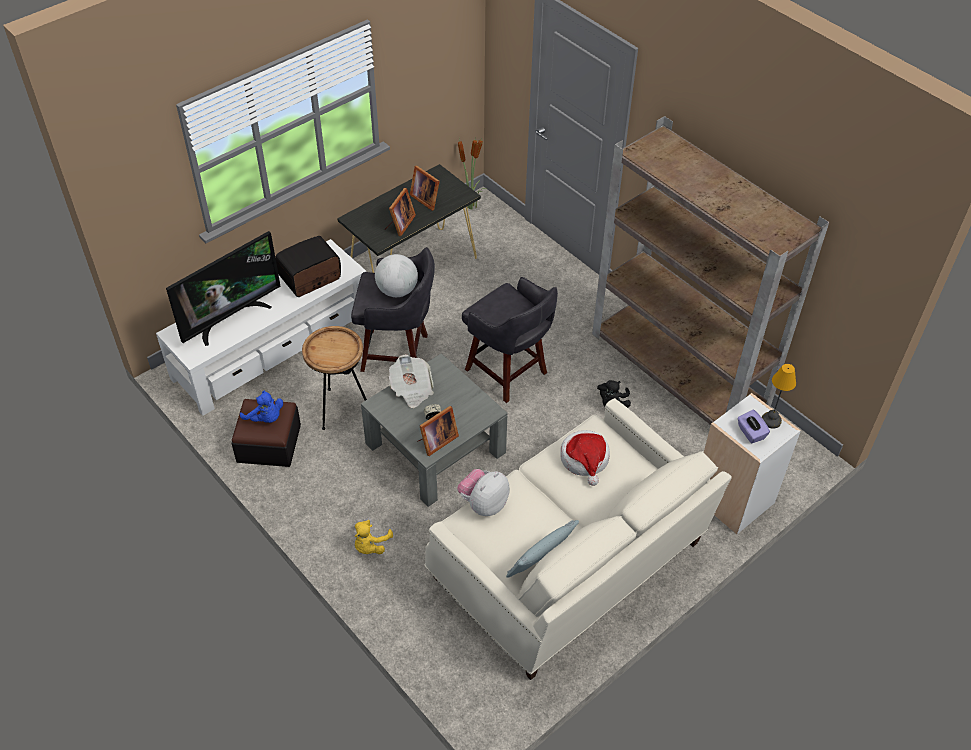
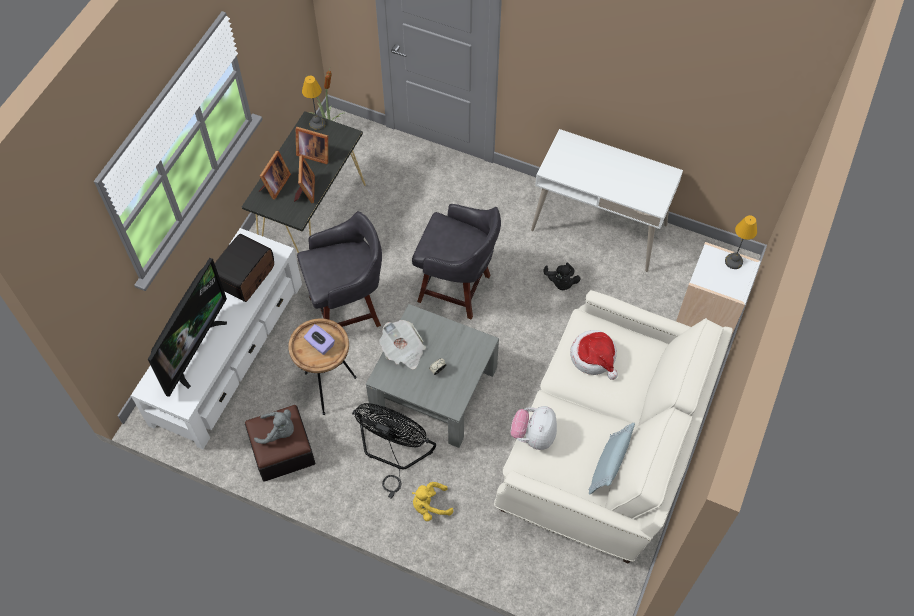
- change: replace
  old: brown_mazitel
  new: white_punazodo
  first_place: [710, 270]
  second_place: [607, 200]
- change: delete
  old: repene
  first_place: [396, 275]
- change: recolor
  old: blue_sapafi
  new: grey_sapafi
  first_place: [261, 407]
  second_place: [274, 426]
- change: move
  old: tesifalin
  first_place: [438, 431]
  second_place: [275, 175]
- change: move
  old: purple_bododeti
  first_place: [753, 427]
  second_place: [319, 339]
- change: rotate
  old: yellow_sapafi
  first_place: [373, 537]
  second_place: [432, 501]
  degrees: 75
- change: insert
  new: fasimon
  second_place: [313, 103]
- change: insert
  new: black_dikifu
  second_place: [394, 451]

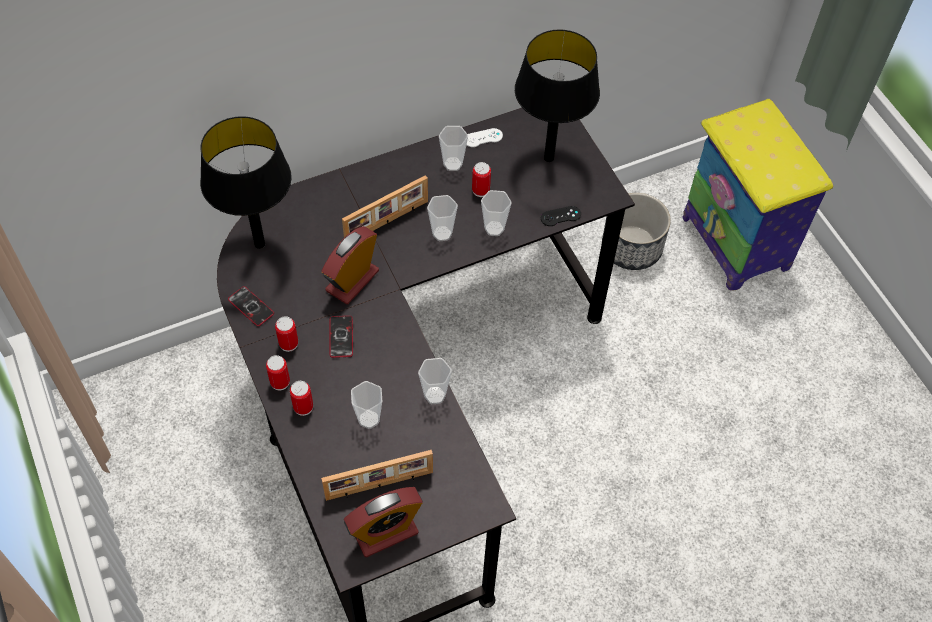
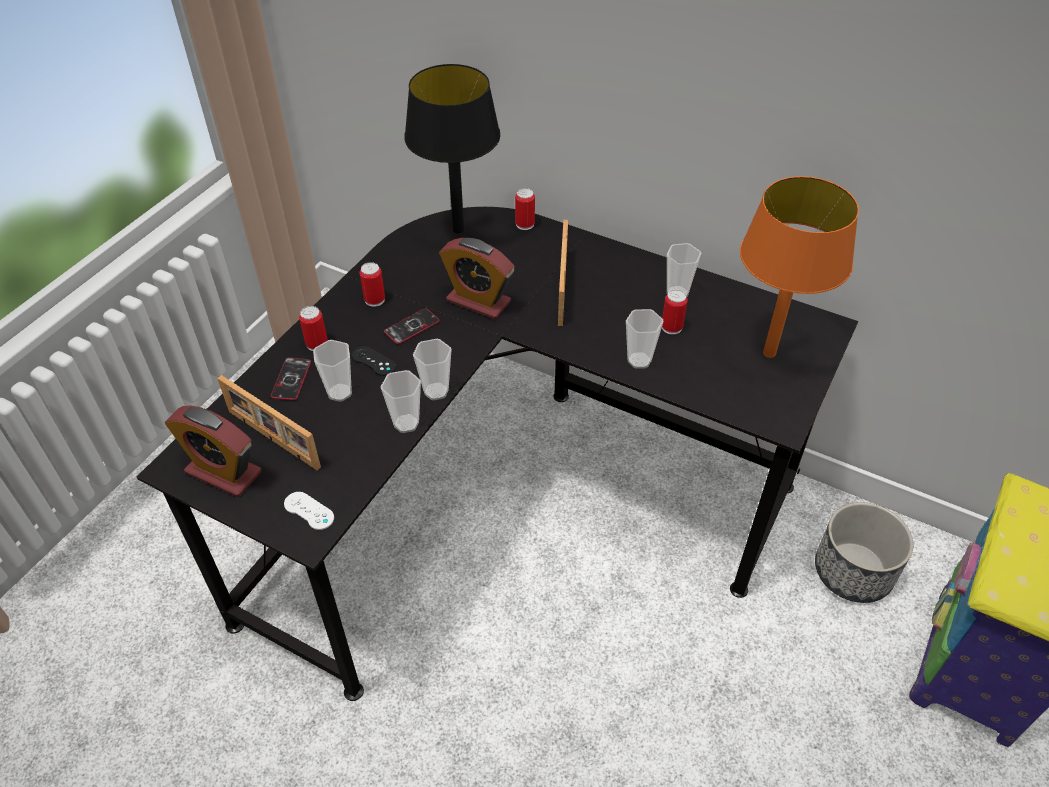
- change: recolor
  old: black_fasimon
  new: orange_fasimon
  first_place: [557, 95]
  second_place: [799, 267]
- change: move
  old: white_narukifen
  first_place: [485, 137]
  second_place: [309, 511]
- change: rotate
  old: tesifalin
  first_place: [385, 206]
  second_place: [564, 273]
  degrees: -105
- change: move
  old: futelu
  first_place: [442, 218]
  second_place: [432, 369]
- change: move
  old: black_narukifen
  first_place: [561, 216]
  second_place: [374, 361]
- change: rotate
  old: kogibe
  first_place: [350, 265]
  second_place: [476, 278]
  degrees: -150
- change: move
  old: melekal
  first_place: [251, 306]
  second_place: [291, 378]
- change: move
  old: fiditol
  first_place: [278, 372]
  second_place: [525, 209]

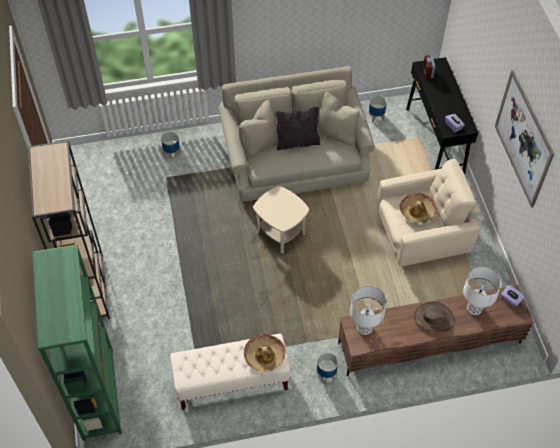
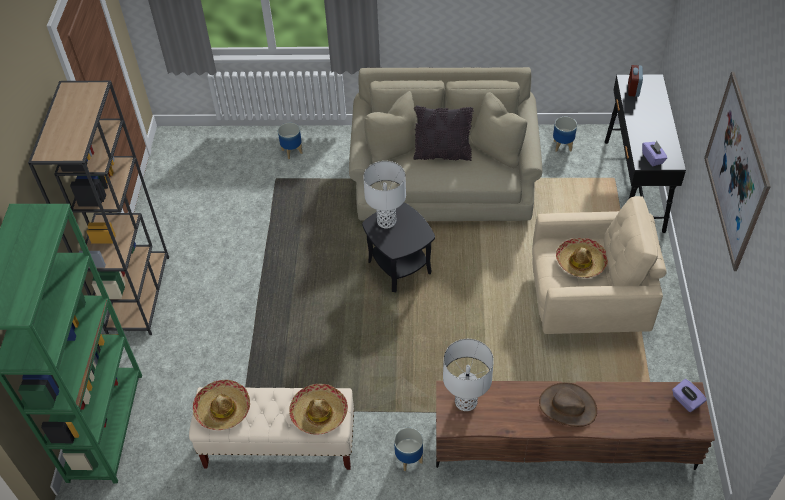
- change: recolor
  old: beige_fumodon
  new: black_fumodon
  first_place: [281, 219]
  second_place: [398, 247]
- change: move
  old: white_fasimon
  first_place: [482, 290]
  second_place: [384, 194]
- change: insert
  new: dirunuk
  second_place: [221, 405]

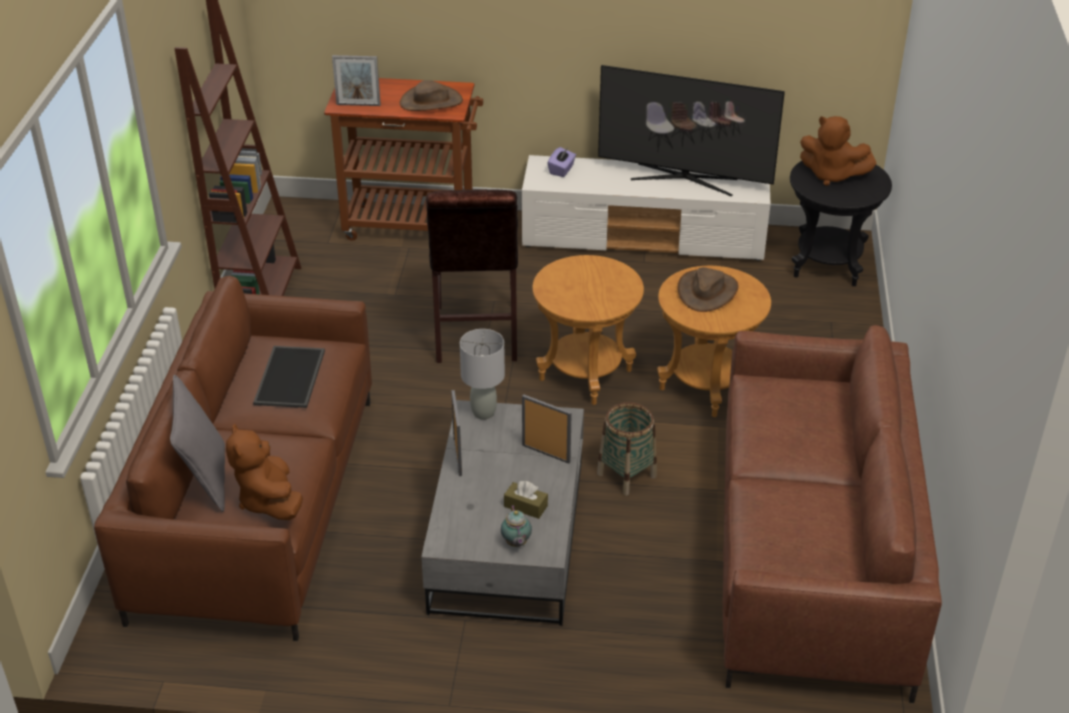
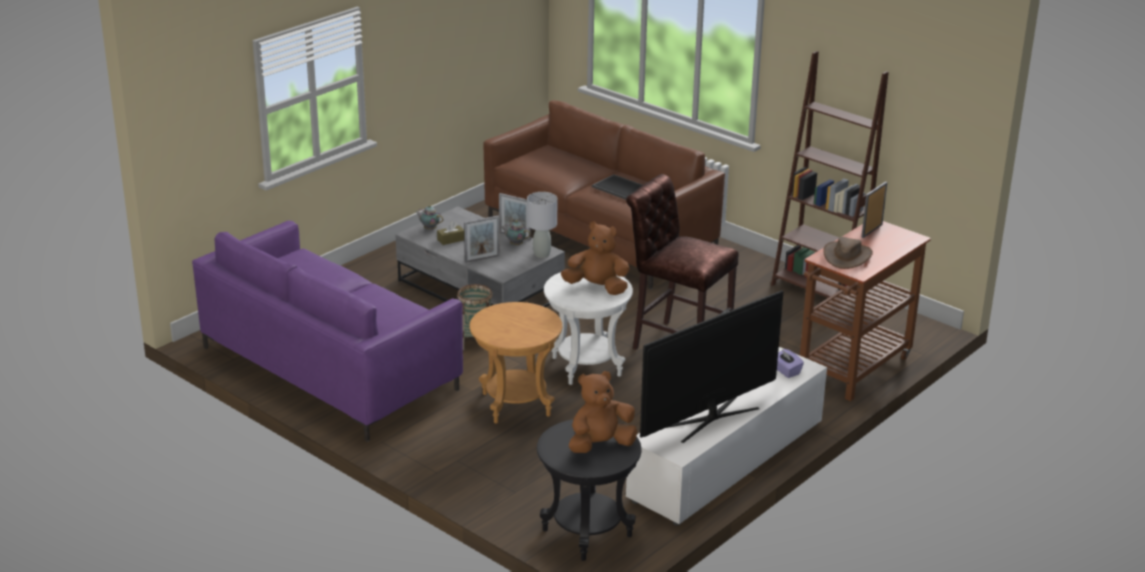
- change: recolor
  old: brown_fumodon
  new: white_fumodon
  first_place: [588, 330]
  second_place: [588, 328]
- change: delete
  old: brown_dirunuk
  first_place: [708, 289]
- change: recolor
  old: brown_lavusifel
  new: purple_lavusifel
  first_place: [832, 514]
  second_place: [327, 331]
- change: delete
  old: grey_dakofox
  first_place: [197, 443]
- change: move
  old: brown_sapafi
  first_place: [264, 472]
  second_place: [595, 258]
- change: insert
  new: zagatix
  second_place: [516, 232]

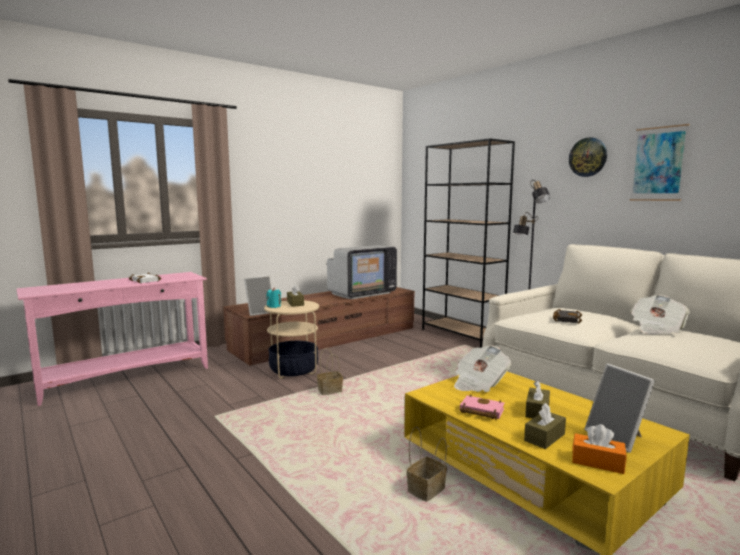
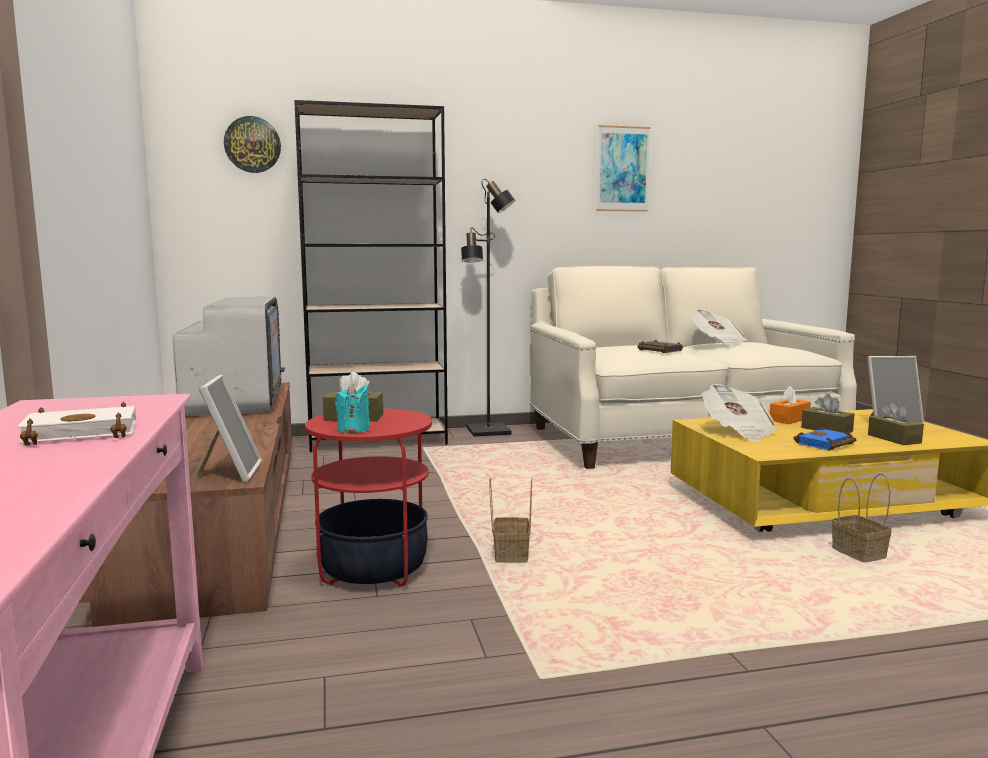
- change: move
  old: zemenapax
  first_place: [588, 157]
  second_place: [252, 144]
- change: recolor
  old: beige_fumodon
  new: red_fumodon
  first_place: [291, 340]
  second_place: [368, 497]
- change: recolor
  old: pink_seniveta
  new: blue_seniveta
  first_place: [482, 407]
  second_place: [825, 439]
- change: move
  old: orange_bododeti
  first_place: [599, 449]
  second_place: [790, 405]

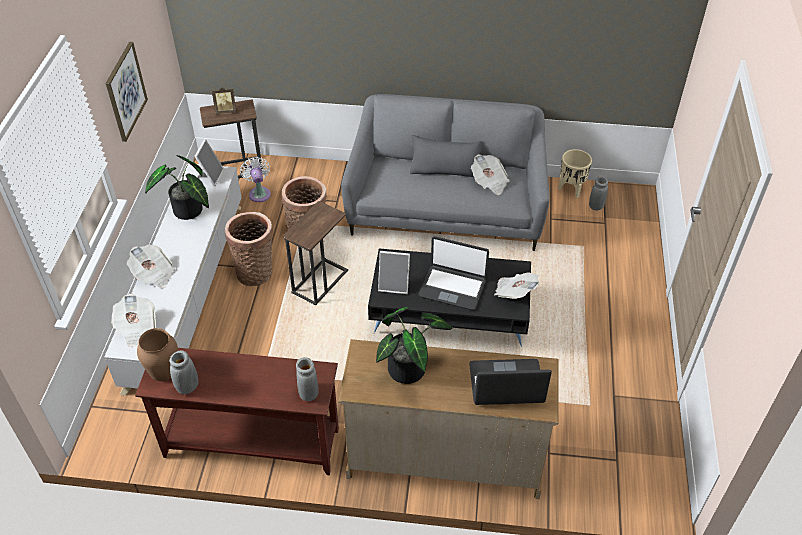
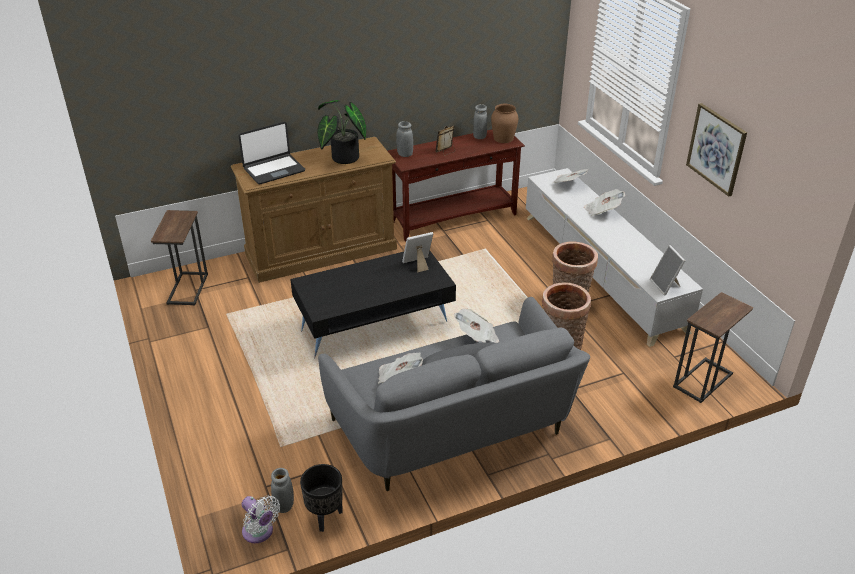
- change: move
  old: tesifalin
  first_place: [224, 100]
  second_place: [445, 141]
- change: recolor
  old: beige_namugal
  new: black_namugal
  first_place: [575, 173]
  second_place: [321, 498]
- change: delete
  old: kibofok
  first_place: [177, 187]
- change: move
  old: white_dikifu
  first_place: [255, 179]
  second_place: [261, 519]
- change: move
  old: brown_fumodon
  first_place: [315, 253]
  second_place: [179, 258]
- change: delete
  old: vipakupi
  first_place: [454, 273]
- change: move
  old: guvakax
  first_place: [516, 285]
  second_place: [477, 326]

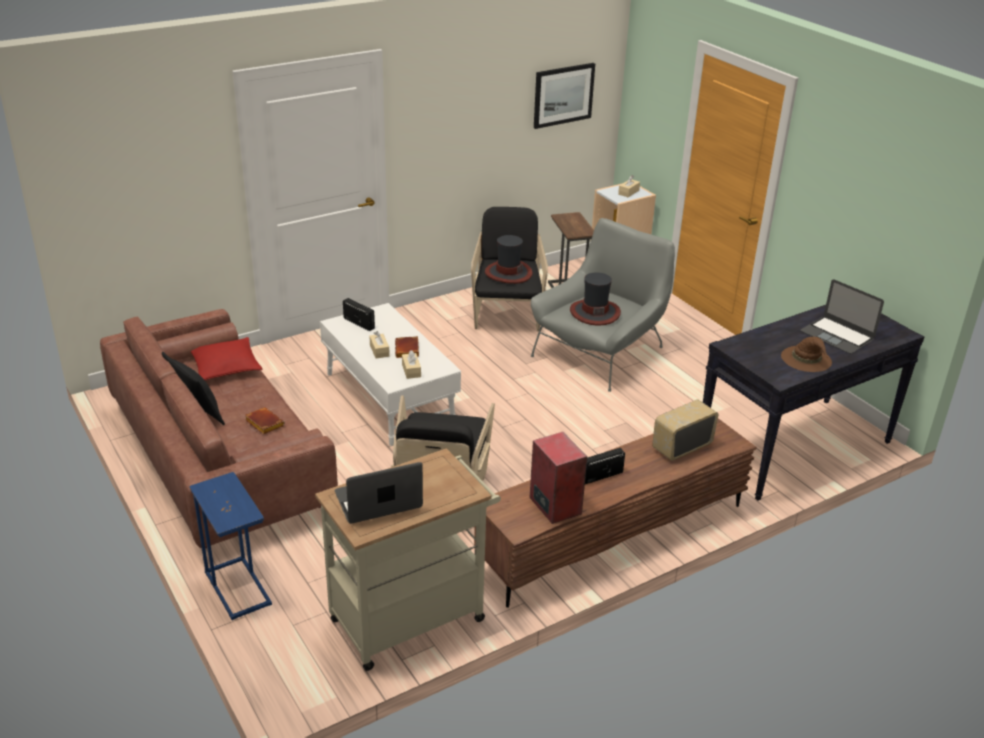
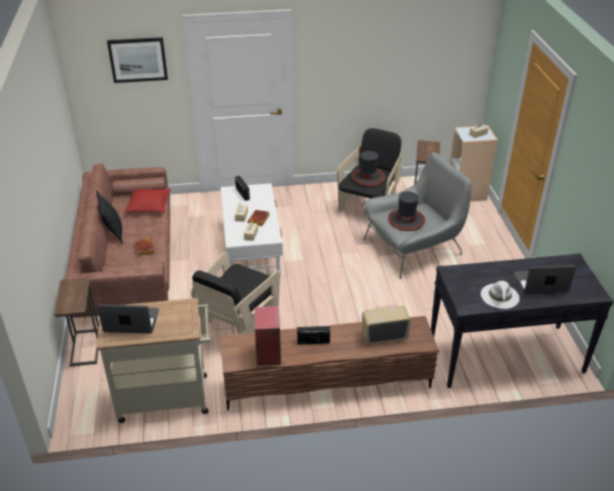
- change: move
  old: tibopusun
  first_place: [564, 96]
  second_place: [137, 60]
- change: rotate
  old: vipakupi
  first_place: [842, 316]
  second_place: [545, 279]
  degrees: 105
- change: recolor
  old: brown_dirunuk
  new: white_dirunuk
  first_place: [806, 354]
  second_place: [500, 295]
- change: recolor
  old: blue_fumodon
  new: brown_fumodon
  first_place: [230, 546]
  second_place: [76, 322]

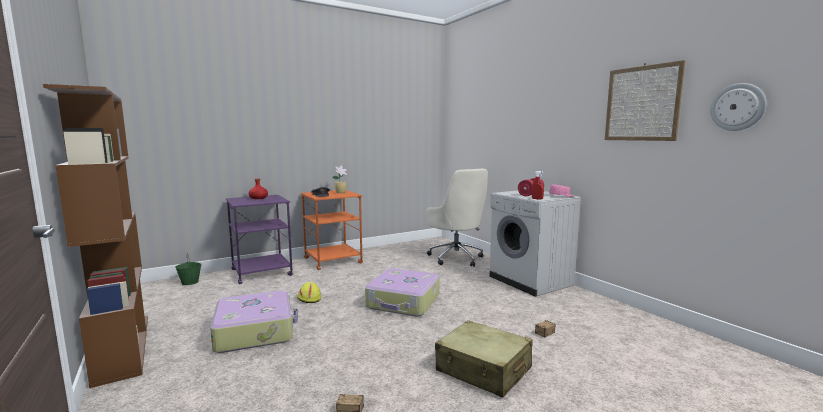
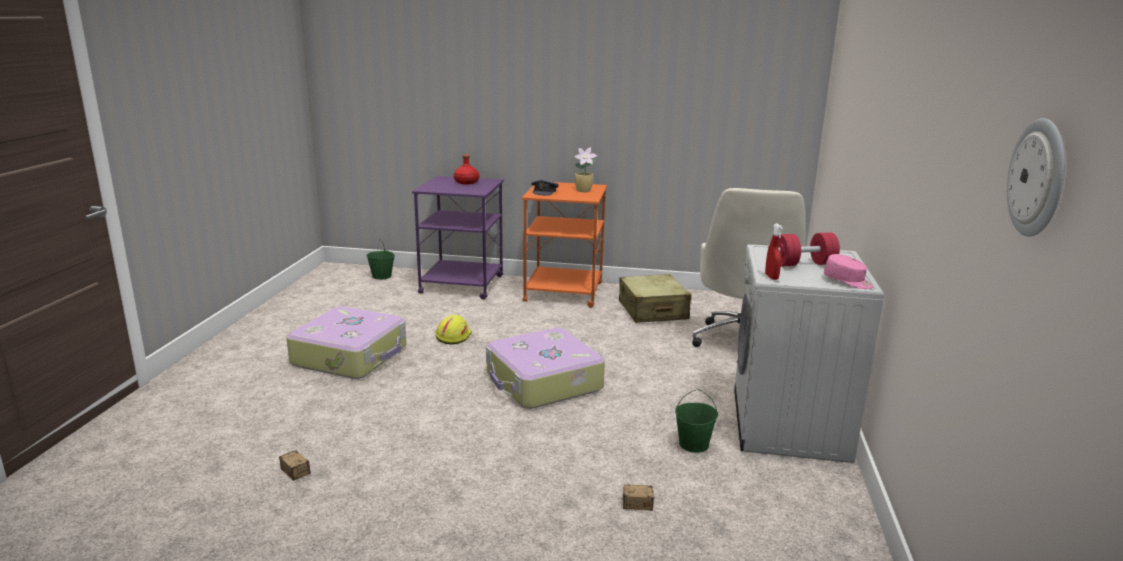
- change: delete
  old: tibopusun
  first_place: [645, 100]
- change: delete
  old: brown_mazitel
  first_place: [95, 236]
- change: move
  old: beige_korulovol
  first_place: [484, 359]
  second_place: [655, 298]
- change: insert
  new: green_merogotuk
  second_place: [696, 421]

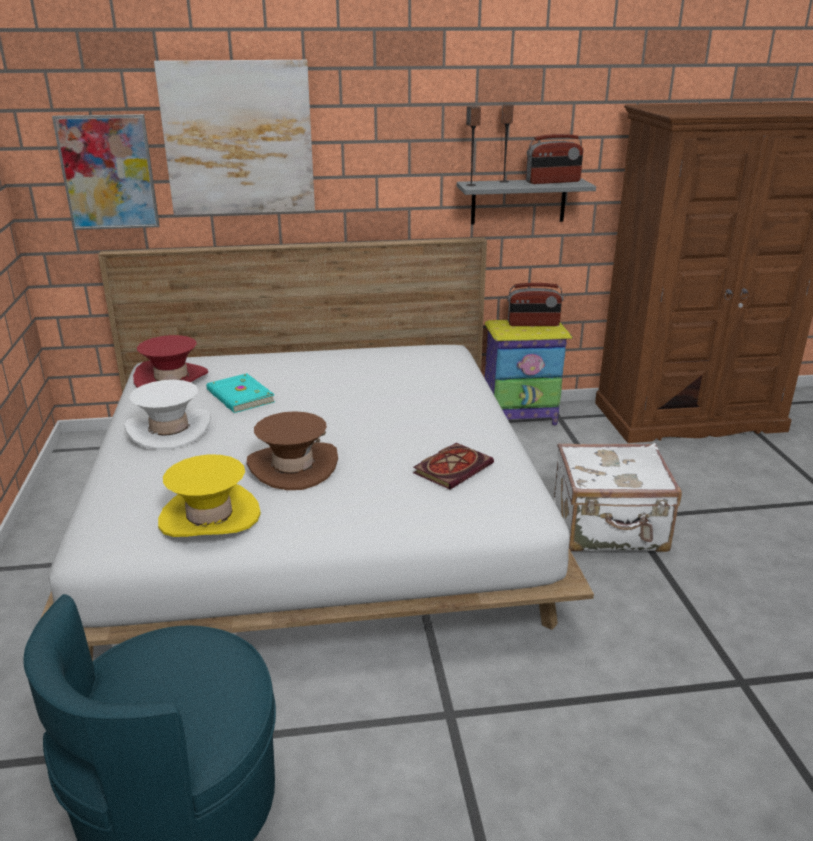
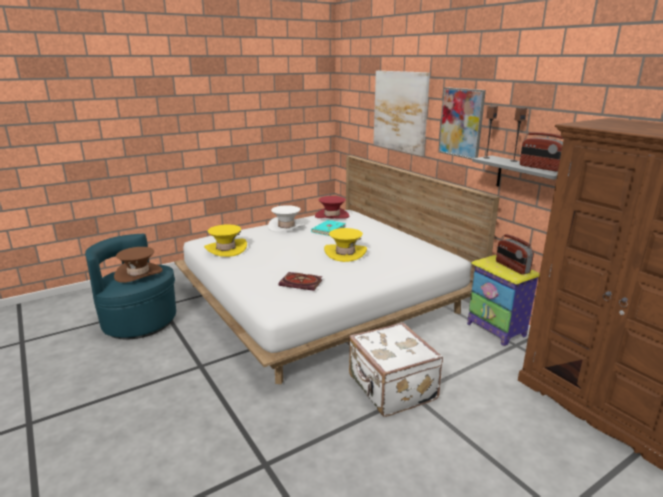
- change: move
  old: tibopusun
  first_place: [106, 172]
  second_place: [462, 123]
- change: move
  old: brown_dirunuk
  first_place: [292, 450]
  second_place: [138, 265]
- change: insert
  new: yellow_dirunuk
  second_place: [345, 245]

